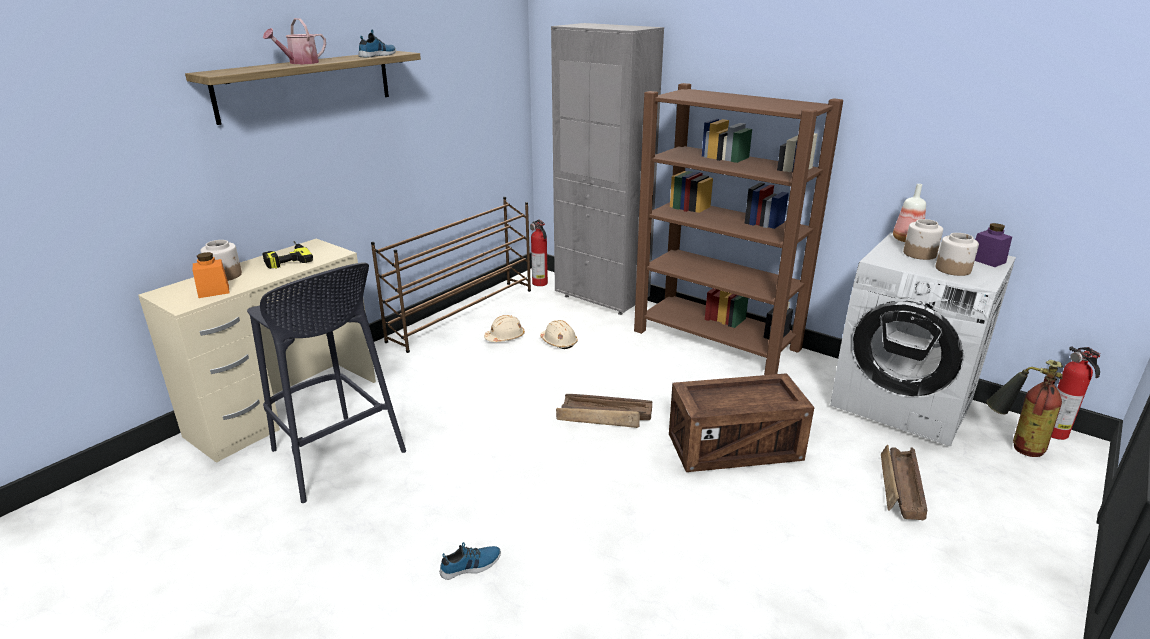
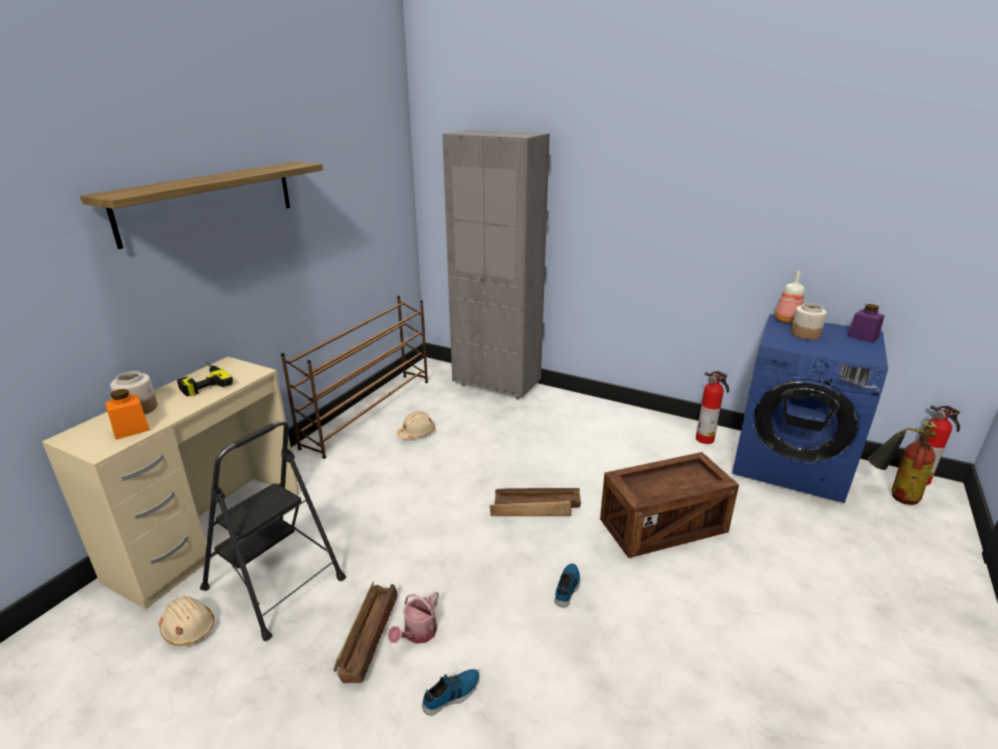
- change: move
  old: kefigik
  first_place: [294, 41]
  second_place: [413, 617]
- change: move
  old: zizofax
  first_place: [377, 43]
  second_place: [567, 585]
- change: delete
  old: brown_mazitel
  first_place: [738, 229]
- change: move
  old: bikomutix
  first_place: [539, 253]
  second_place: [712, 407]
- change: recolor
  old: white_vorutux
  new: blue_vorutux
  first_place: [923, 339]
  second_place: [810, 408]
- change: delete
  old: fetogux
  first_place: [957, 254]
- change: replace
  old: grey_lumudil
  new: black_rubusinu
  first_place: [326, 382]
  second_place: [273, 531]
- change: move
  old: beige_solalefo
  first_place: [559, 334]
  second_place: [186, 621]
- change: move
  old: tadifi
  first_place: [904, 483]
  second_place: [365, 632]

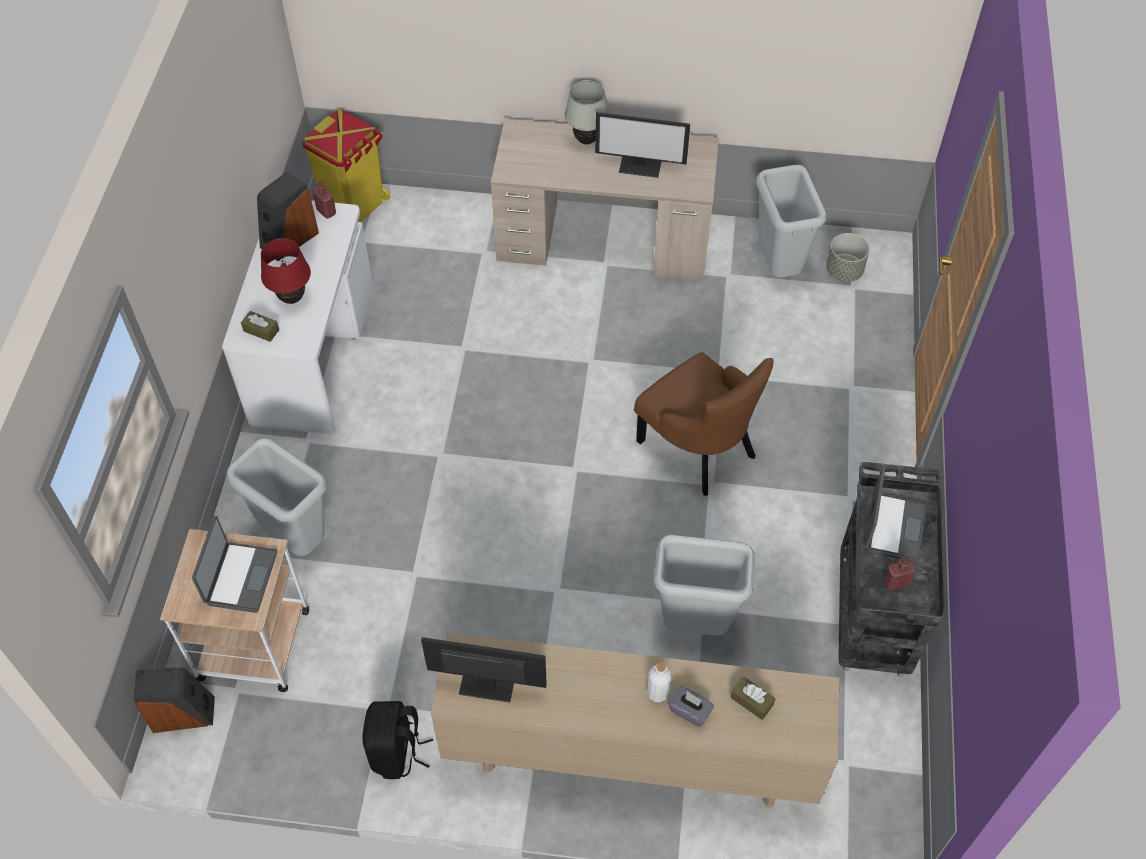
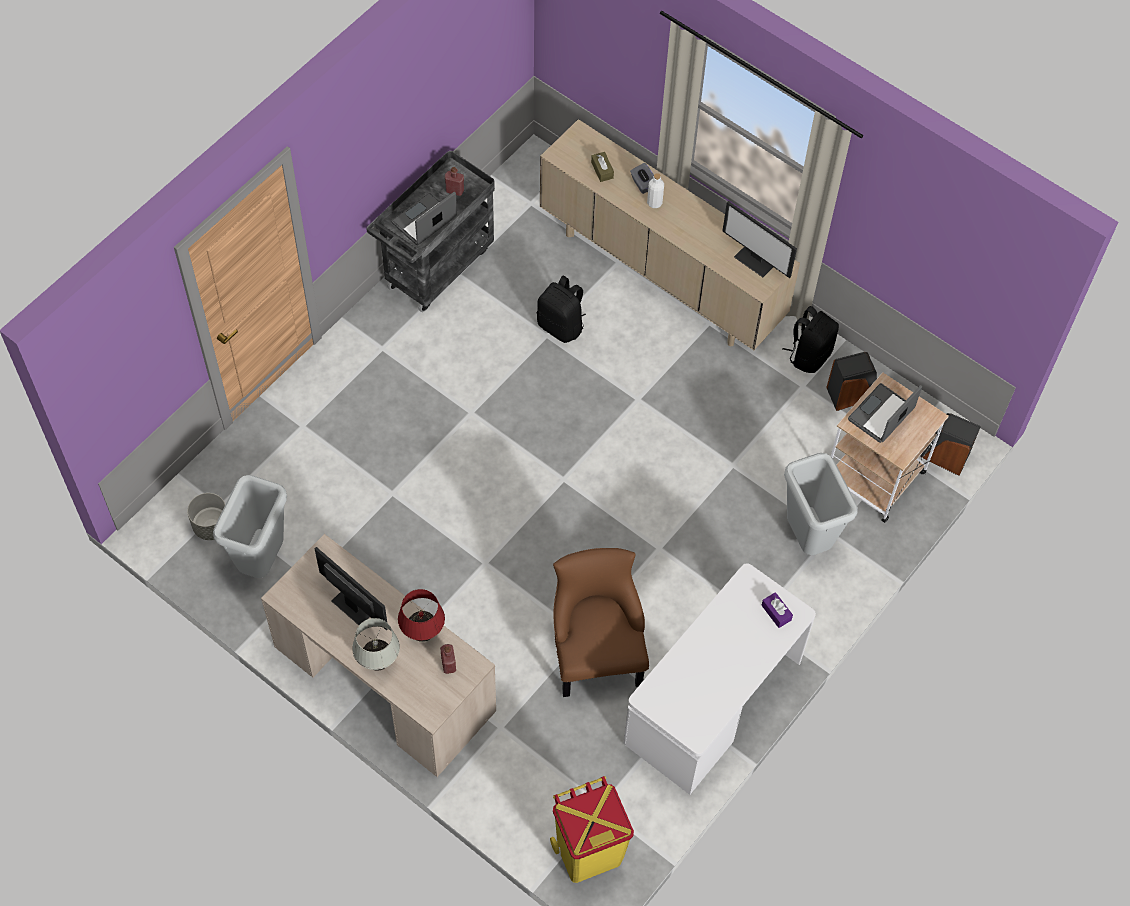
- change: move
  old: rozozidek
  first_place: [288, 216]
  second_place: [851, 381]
- change: move
  old: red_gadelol
  first_place: [324, 200]
  second_place: [448, 659]
- change: move
  old: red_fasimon
  first_place: [286, 271]
  second_place: [421, 615]
- change: recolor
  old: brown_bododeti
  new: purple_bododeti
  first_place: [260, 326]
  second_place: [777, 610]
- change: move
  old: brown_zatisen
  first_place: [704, 424]
  second_place: [601, 622]
- change: replace
  old: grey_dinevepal
  new: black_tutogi
  first_place: [704, 585]
  second_place: [561, 309]

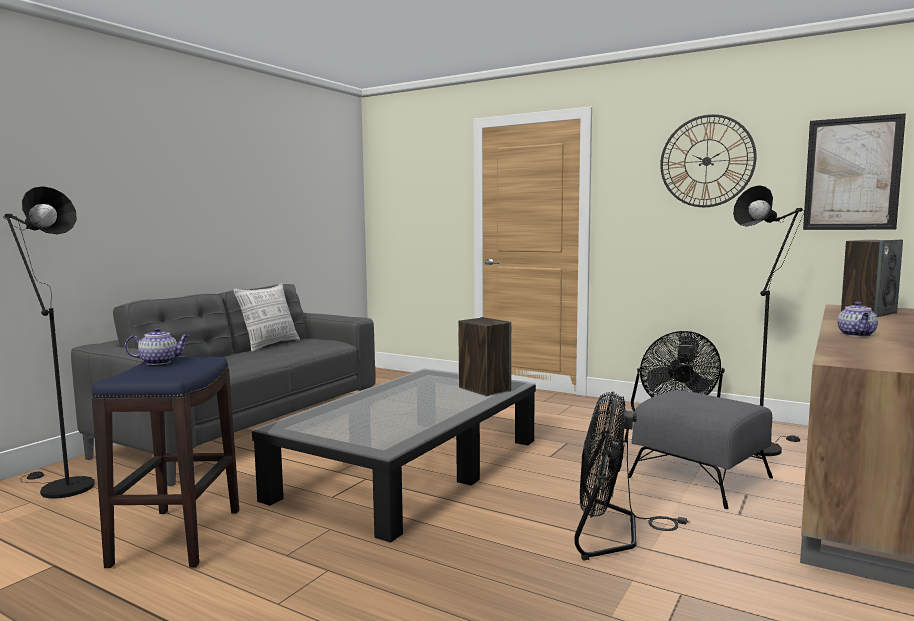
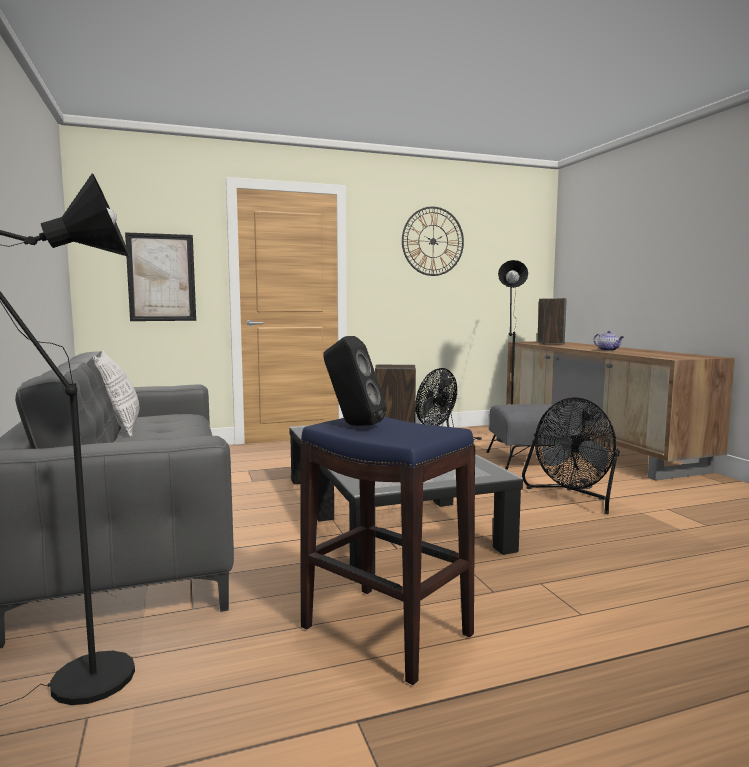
- change: move
  old: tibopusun
  first_place: [854, 171]
  second_place: [160, 276]
- change: replace
  old: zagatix
  new: black_rozozidek
  first_place: [157, 346]
  second_place: [355, 381]

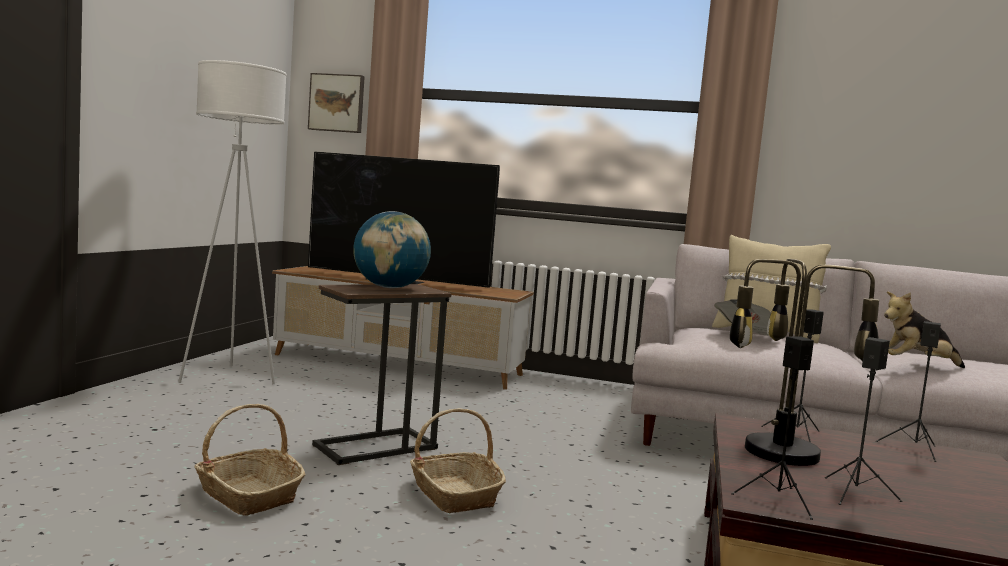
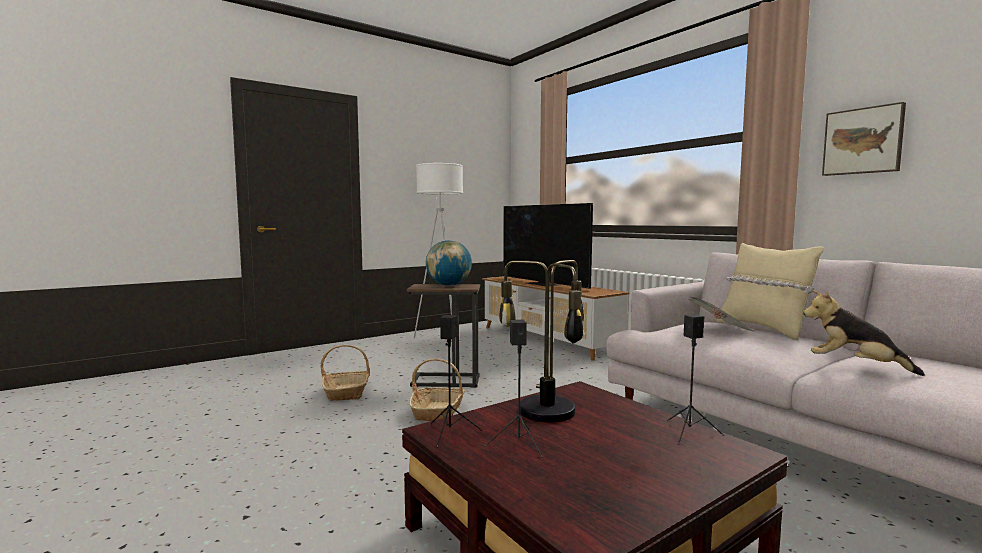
- change: move
  old: tibopusun
  first_place: [336, 103]
  second_place: [864, 139]
- change: delete
  old: black_rozozidek
  first_place: [792, 376]

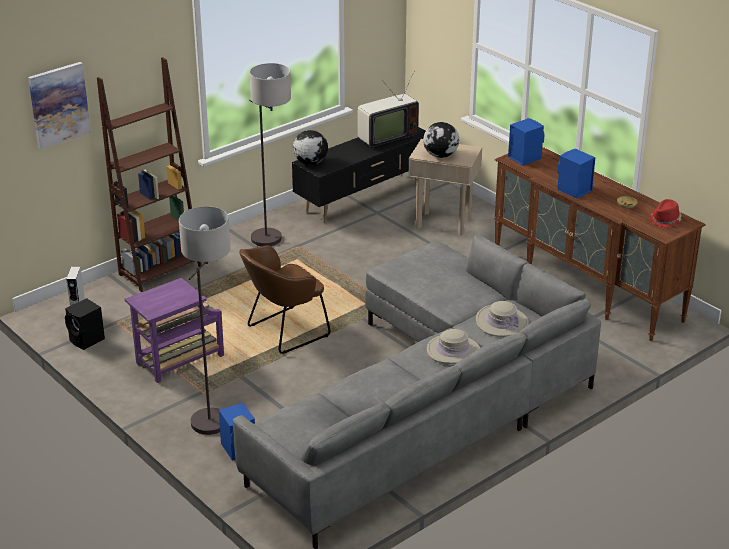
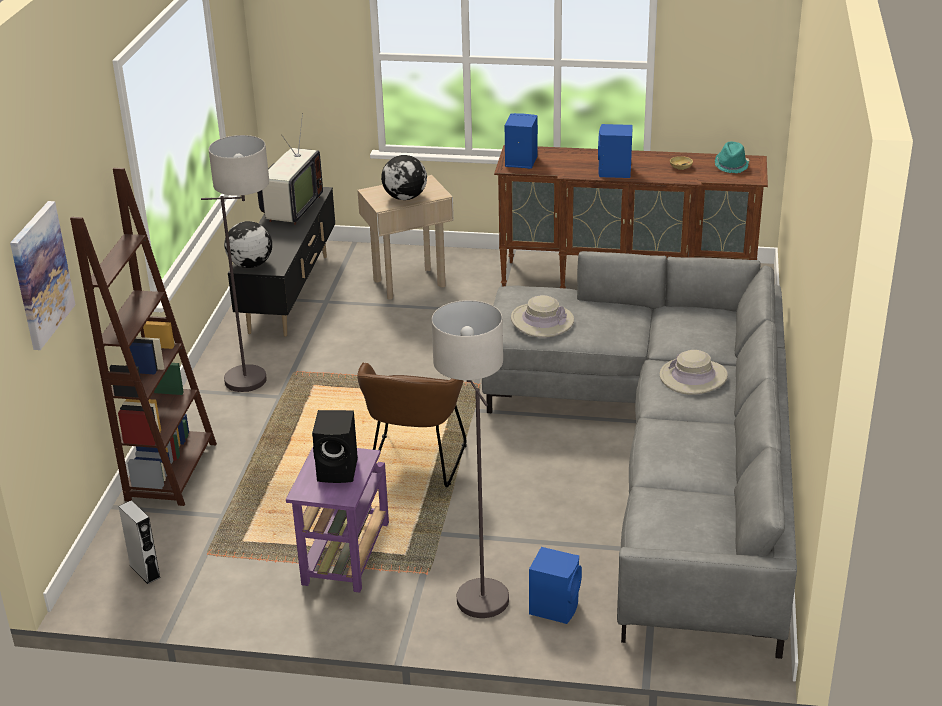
- change: recolor
  old: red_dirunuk
  new: turquoise_dirunuk
  first_place: [665, 213]
  second_place: [732, 157]
- change: move
  old: black_rozozidek
  first_place: [85, 324]
  second_place: [335, 446]
- change: move
  old: beige_dirunuk
  first_place: [502, 319]
  second_place: [542, 316]

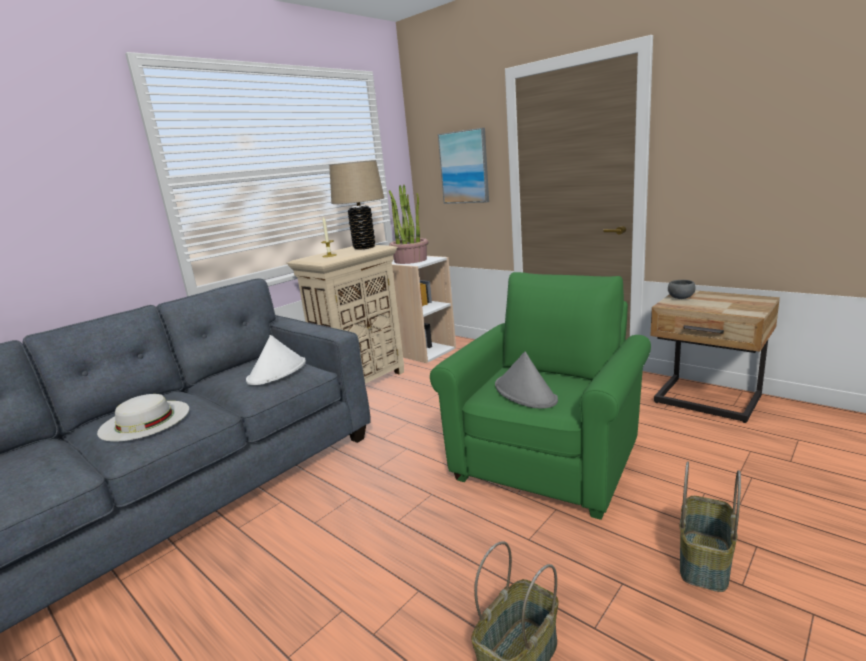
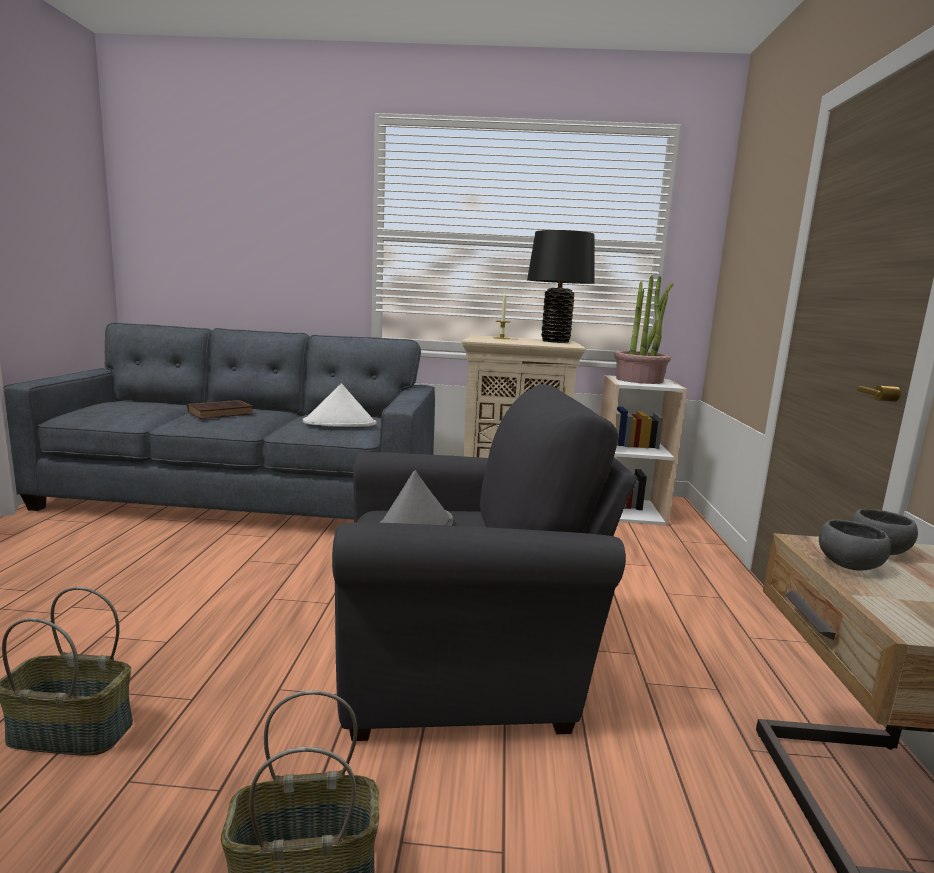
- change: delete
  old: tibopusun
  first_place: [463, 166]
- change: recolor
  old: beige_fasimon
  new: black_fasimon
  first_place: [356, 205]
  second_place: [561, 286]
- change: recolor
  old: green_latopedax
  new: grey_latopedax
  first_place: [540, 396]
  second_place: [485, 562]
- change: replace
  old: white_dirunuk
  new: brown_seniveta
  first_place: [143, 418]
  second_place: [220, 409]
- change: insert
  new: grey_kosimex
  second_place: [855, 545]

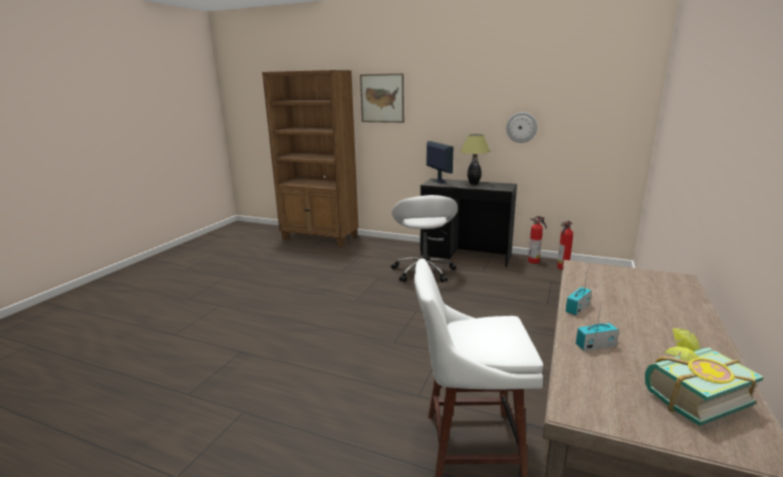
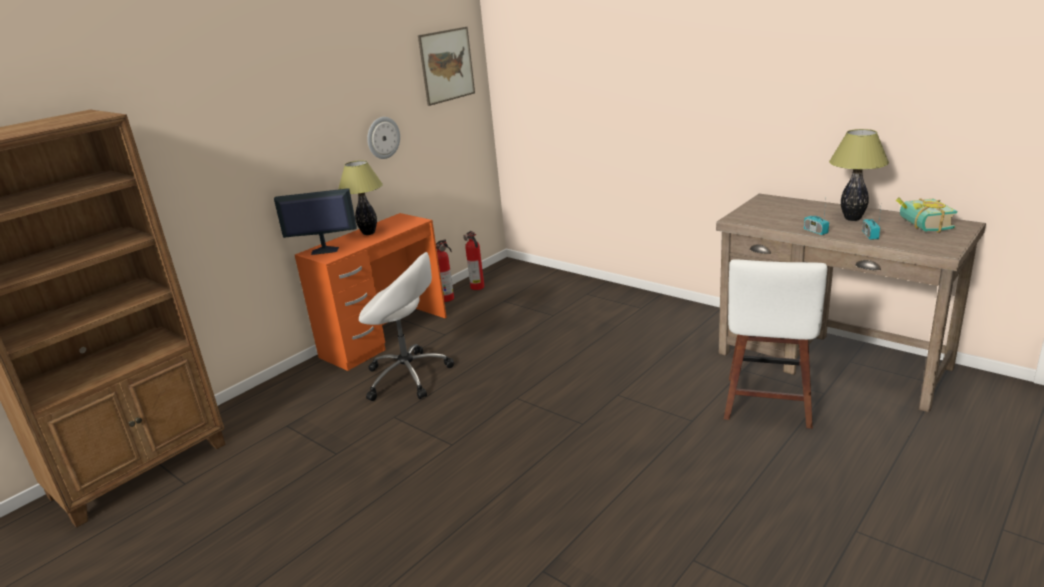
- change: move
  old: tibopusun
  first_place: [382, 98]
  second_place: [446, 66]
- change: recolor
  old: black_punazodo
  new: orange_punazodo
  first_place: [468, 222]
  second_place: [371, 292]
- change: insert
  new: fasimon
  second_place: [859, 175]

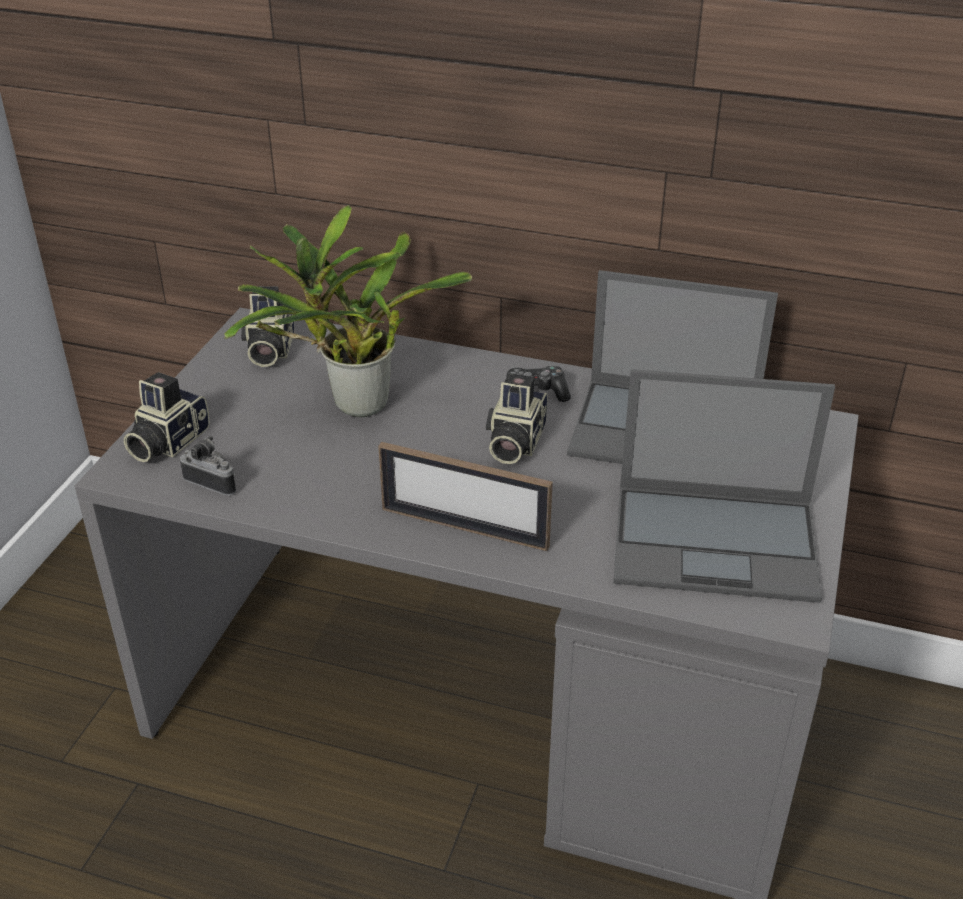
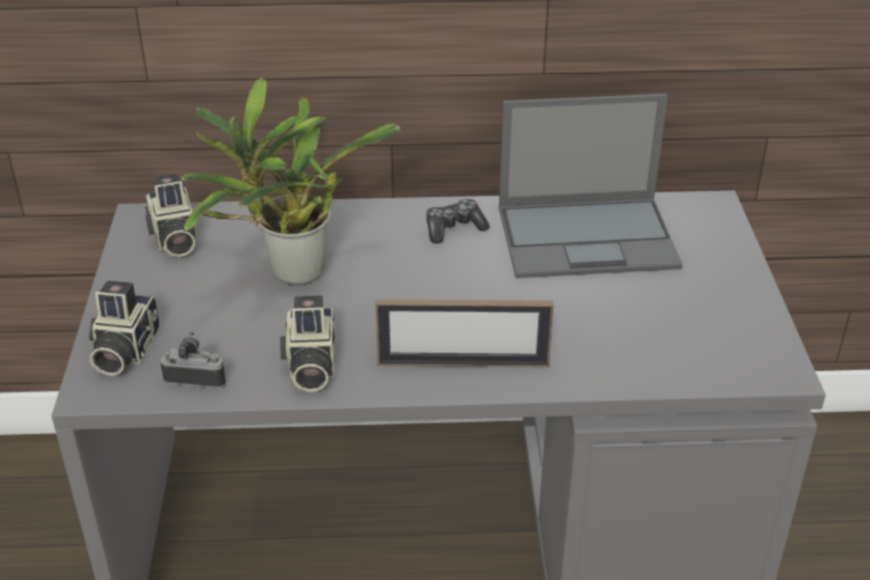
- change: delete
  old: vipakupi
  first_place: [724, 486]
- change: move
  old: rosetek
  first_place: [517, 418]
  second_place: [308, 344]

